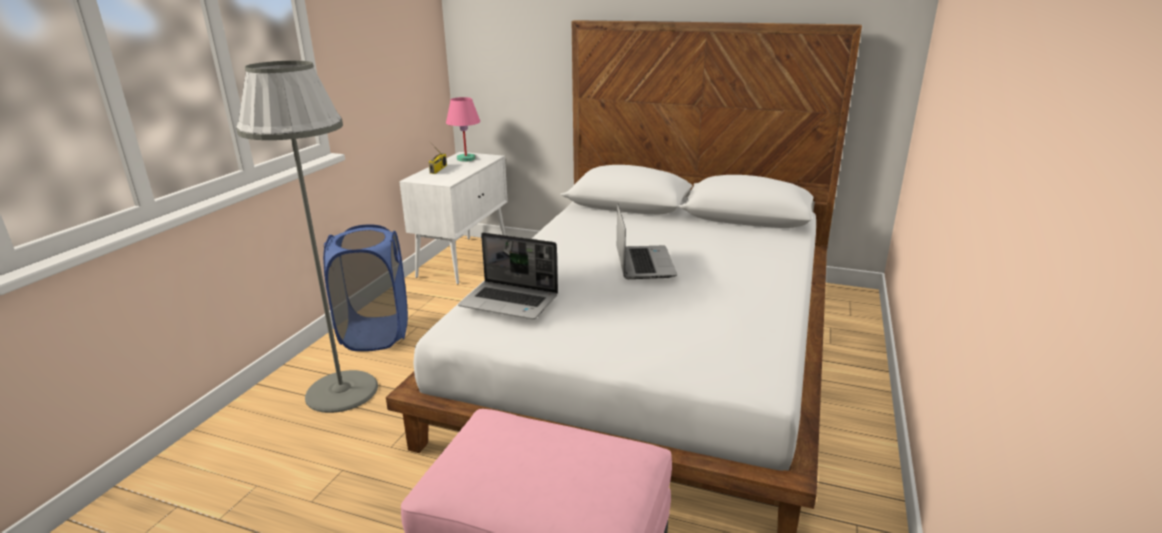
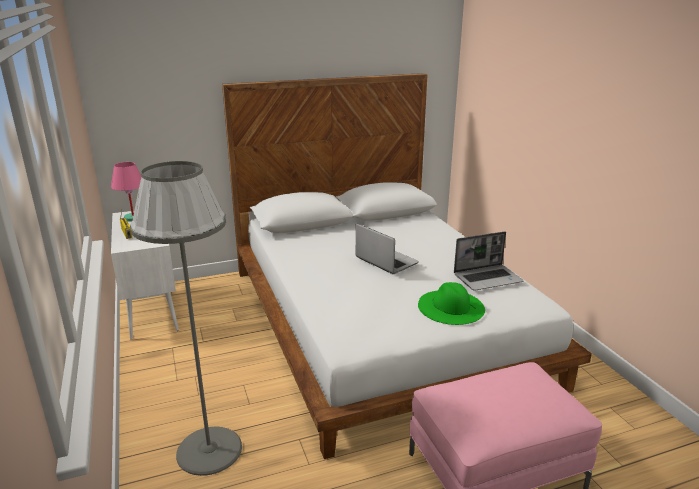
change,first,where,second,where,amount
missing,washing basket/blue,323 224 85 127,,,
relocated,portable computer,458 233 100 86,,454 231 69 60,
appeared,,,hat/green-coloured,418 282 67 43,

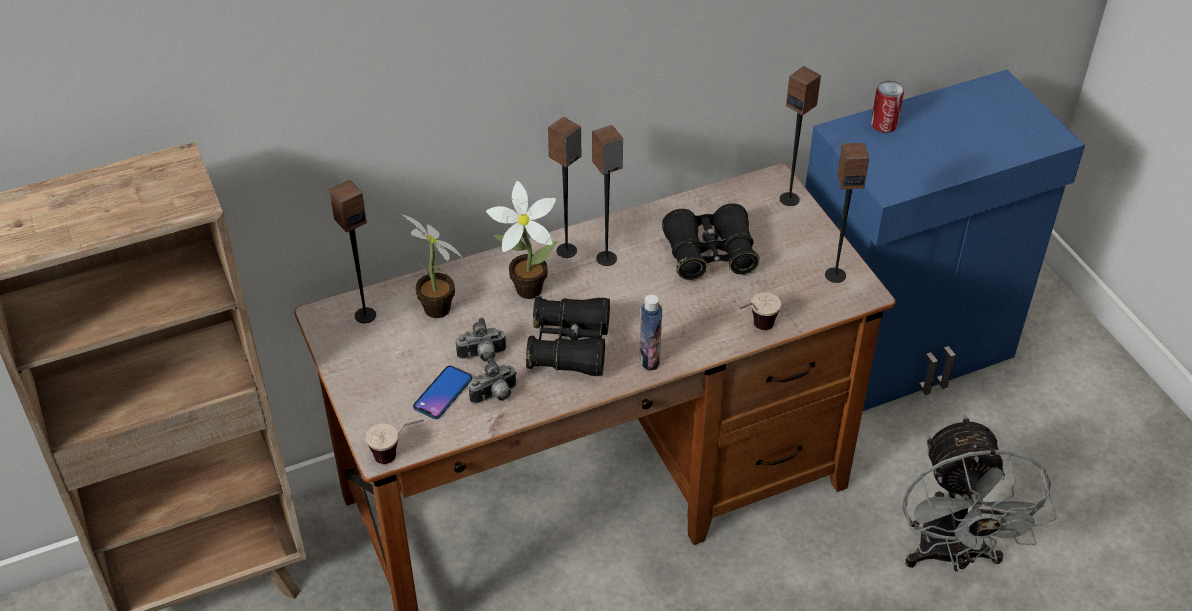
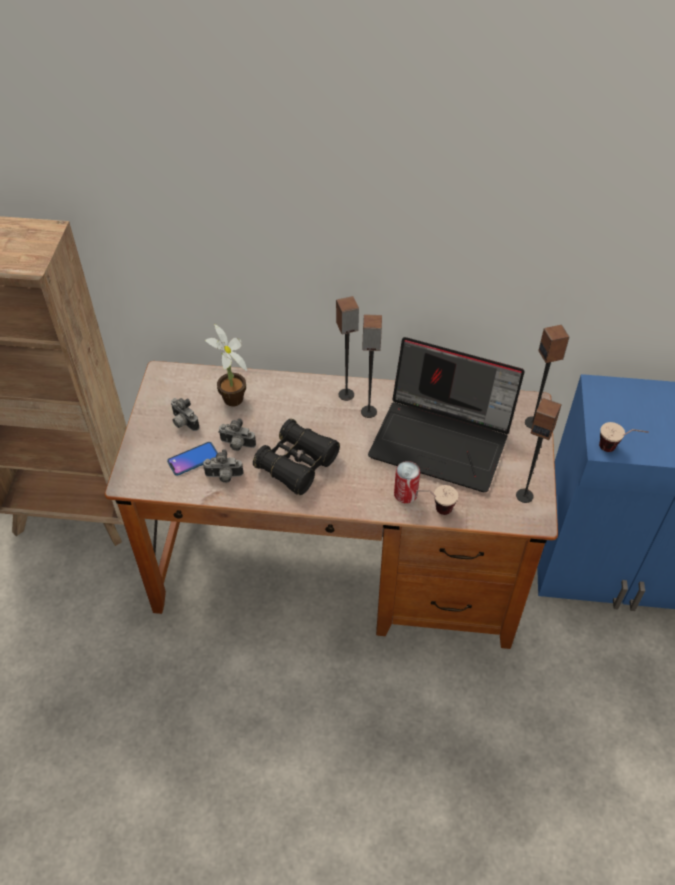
change,first,where,second,where,amount
relocated,metal can,871 81 33 52,,394 461 26 42,
missing,speaker,329 180 47 143,,,
missing,houseplant,486 181 71 118,,,
exchanged,field glasses/black,662 203 98 77,portable computer,368 337 157 155,
missing,drink bottle,639 294 23 76,,,
missing,electric fan/grey,903 415 154 156,,,
relocated,cup,366 420 58 44,,599 422 50 30,
appeared,,,photo camera,171 398 28 33,

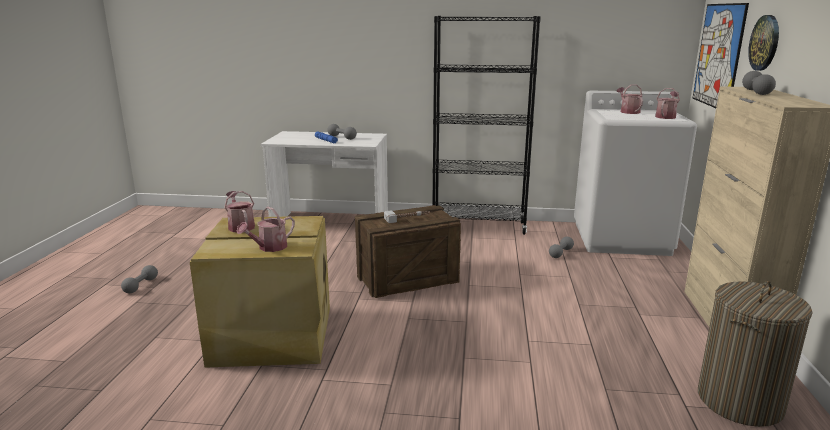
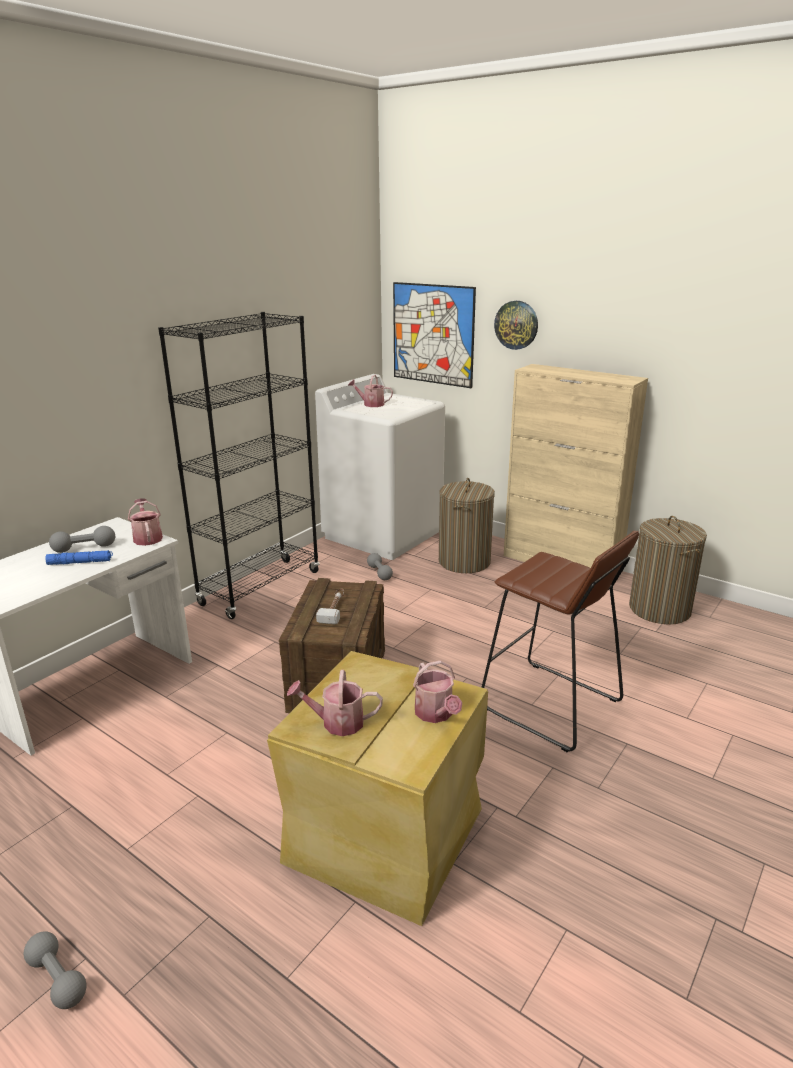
change,first,where,second,where,amount
missing,hand weight/grey,742 71 34 24,,,
relocated,watering can,655 88 25 31,,128 498 35 48,
appeared,,,washing basket,439 478 56 95,
appeared,,,sitting stool/brown,482 531 157 221,

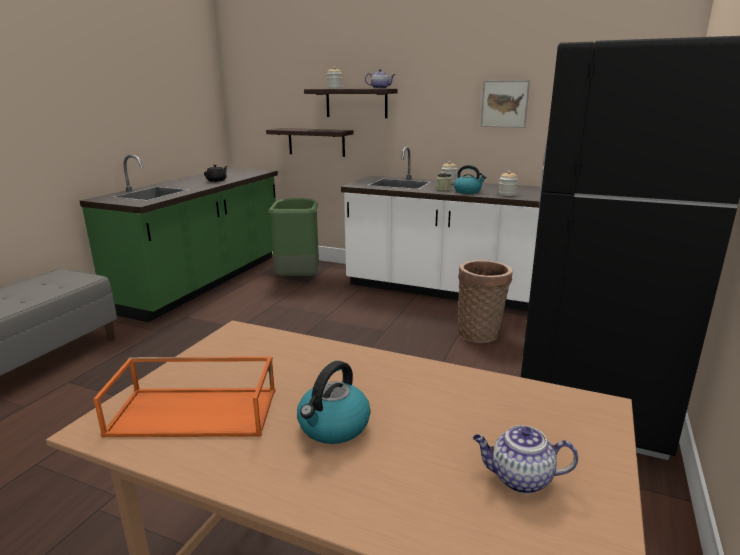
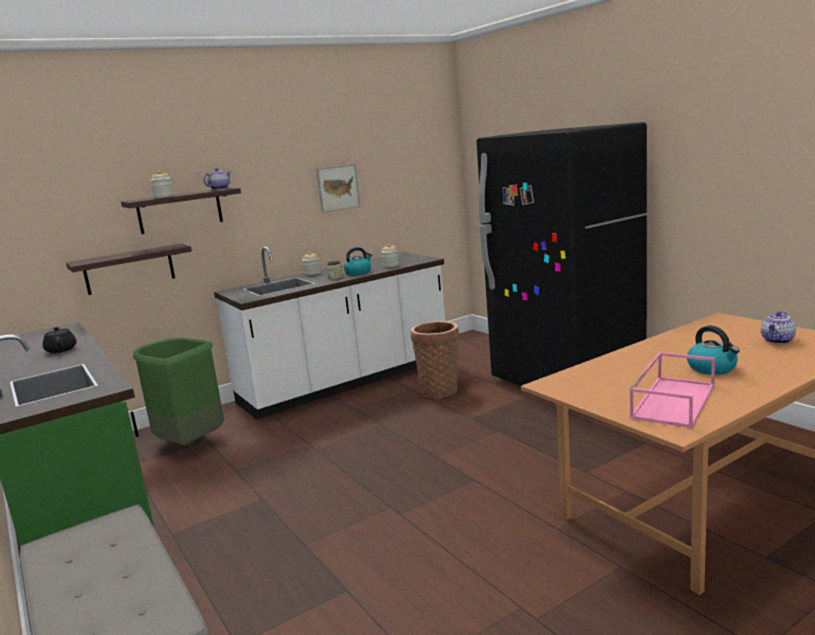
change,first,where,second,where,amount
colour,carrying tray/orange,93 356 182 81,carrying tray/pink-coloured,630 352 85 76,

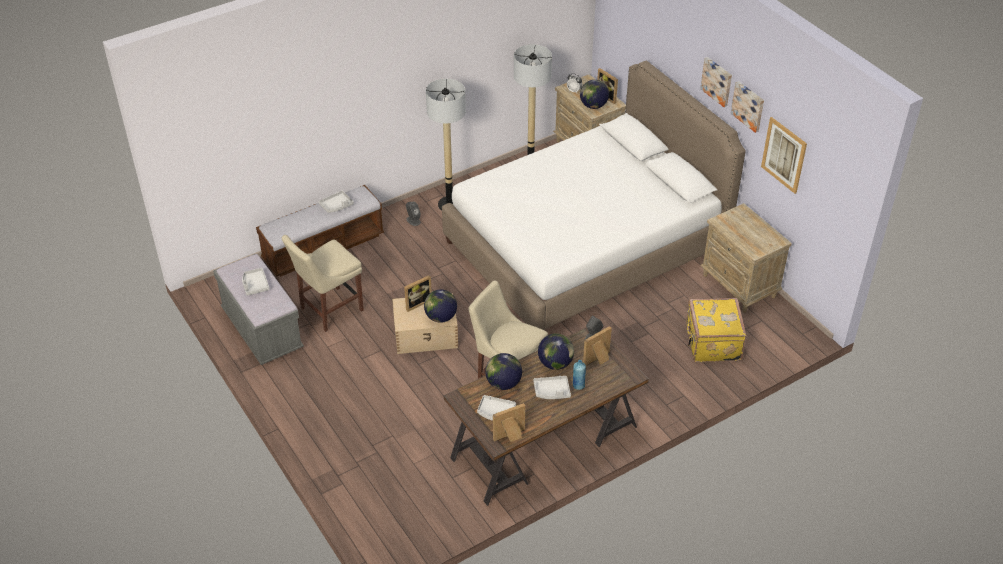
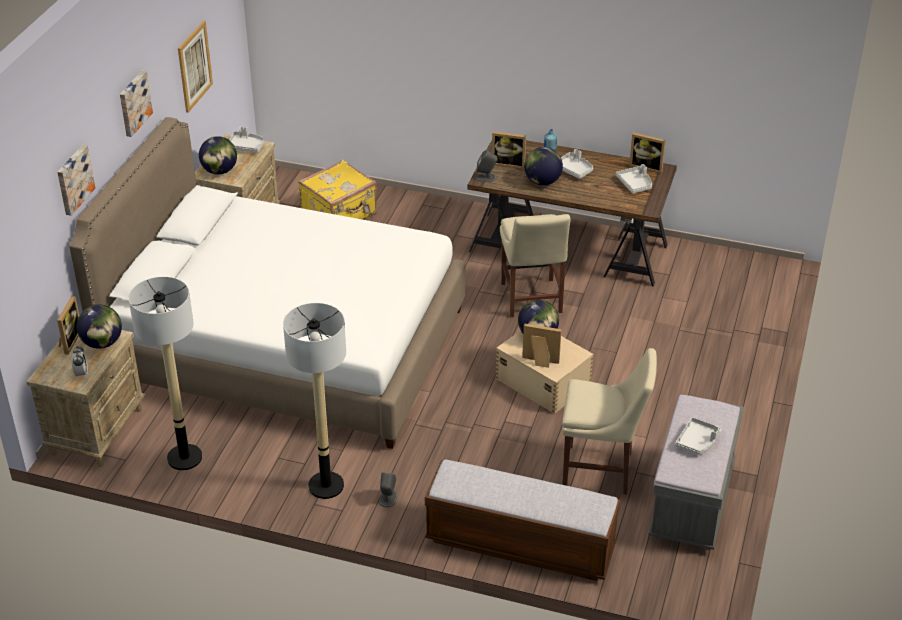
change,first,where,second,where,amount
relocated,picture,731 81 33 52,,57 145 38 71,
relocated,carrying tray/grey,319 190 35 23,,229 127 36 26,
relocated,globe,485 353 37 37,,199 136 38 39,

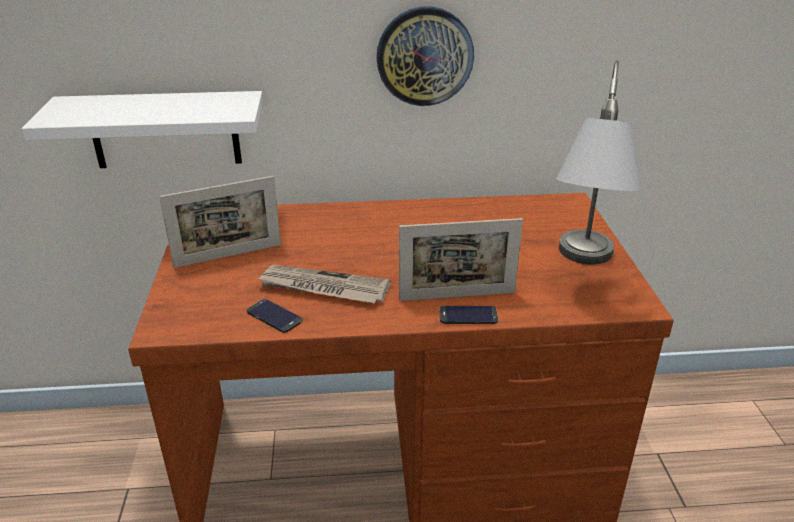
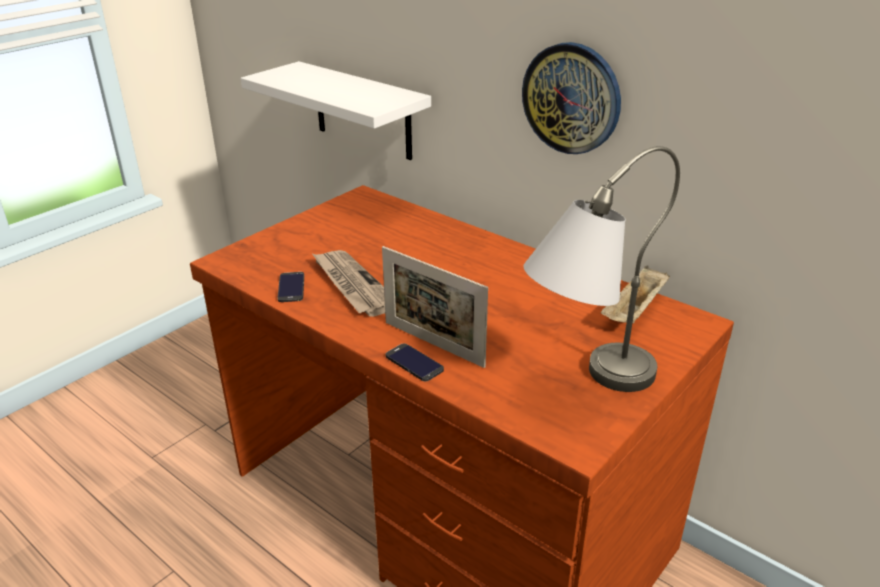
change,first,where,second,where,amount
missing,picture frame,159 176 122 92,,,
appeared,,,carrying tray/sand-coloured,601 266 69 57,

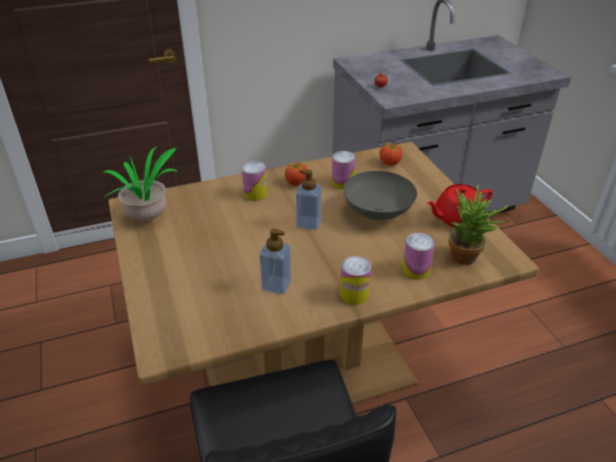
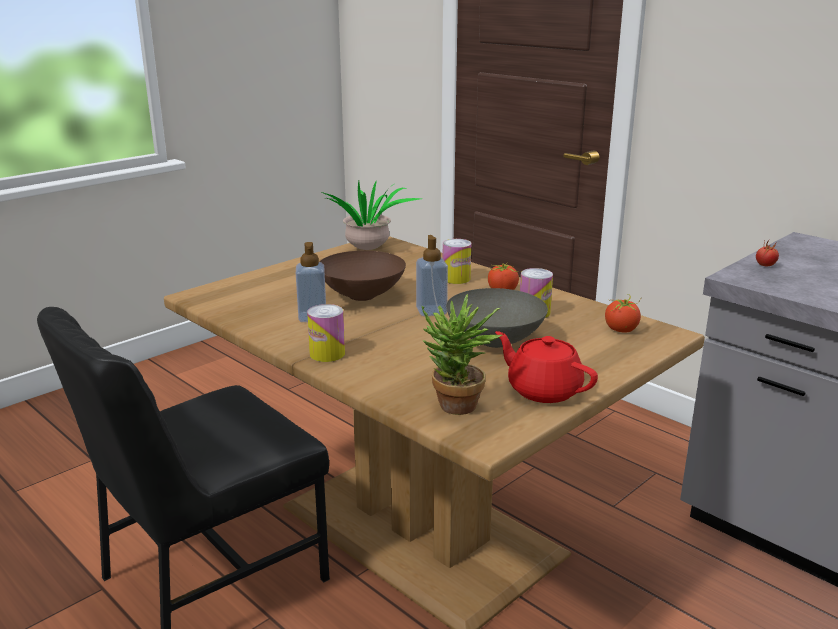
change,first,where,second,where,amount
missing,metal can,402 233 33 47,,,
appeared,,,deep dish/brown,319 251 87 50,

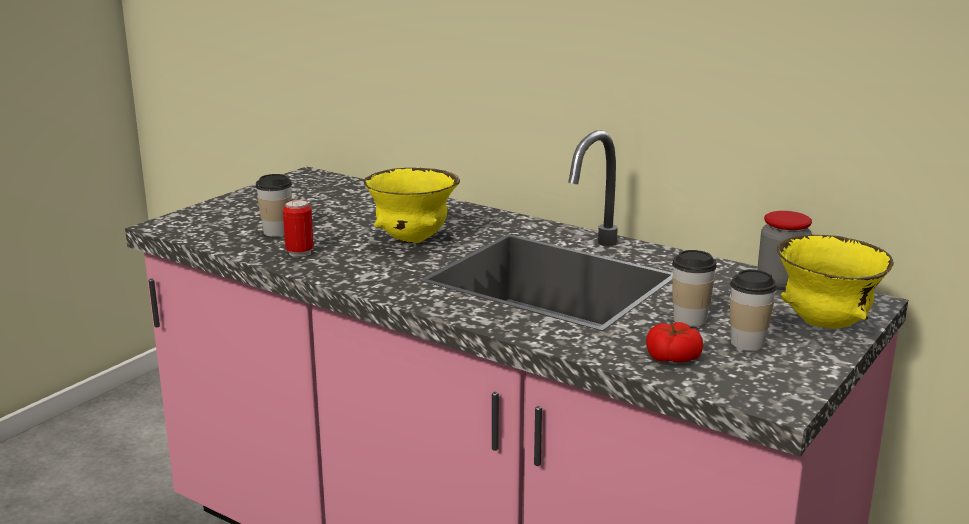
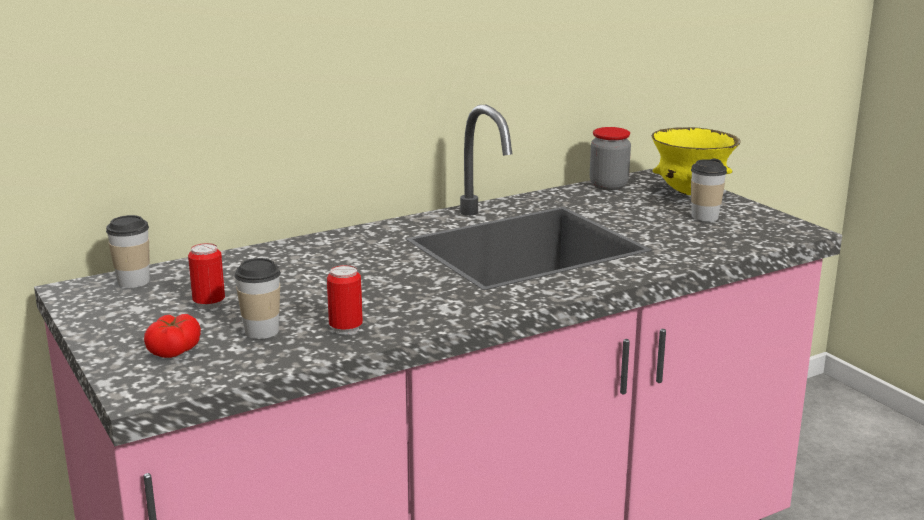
change,first,where,second,where,amount
missing,deep dish/yellow,364 168 96 75,,,
relocated,cup,672 250 45 77,,106 215 44 73,
relocated,whole tomato,646 322 57 41,,144 314 57 44,
appeared,,,metal can,188 243 37 66,

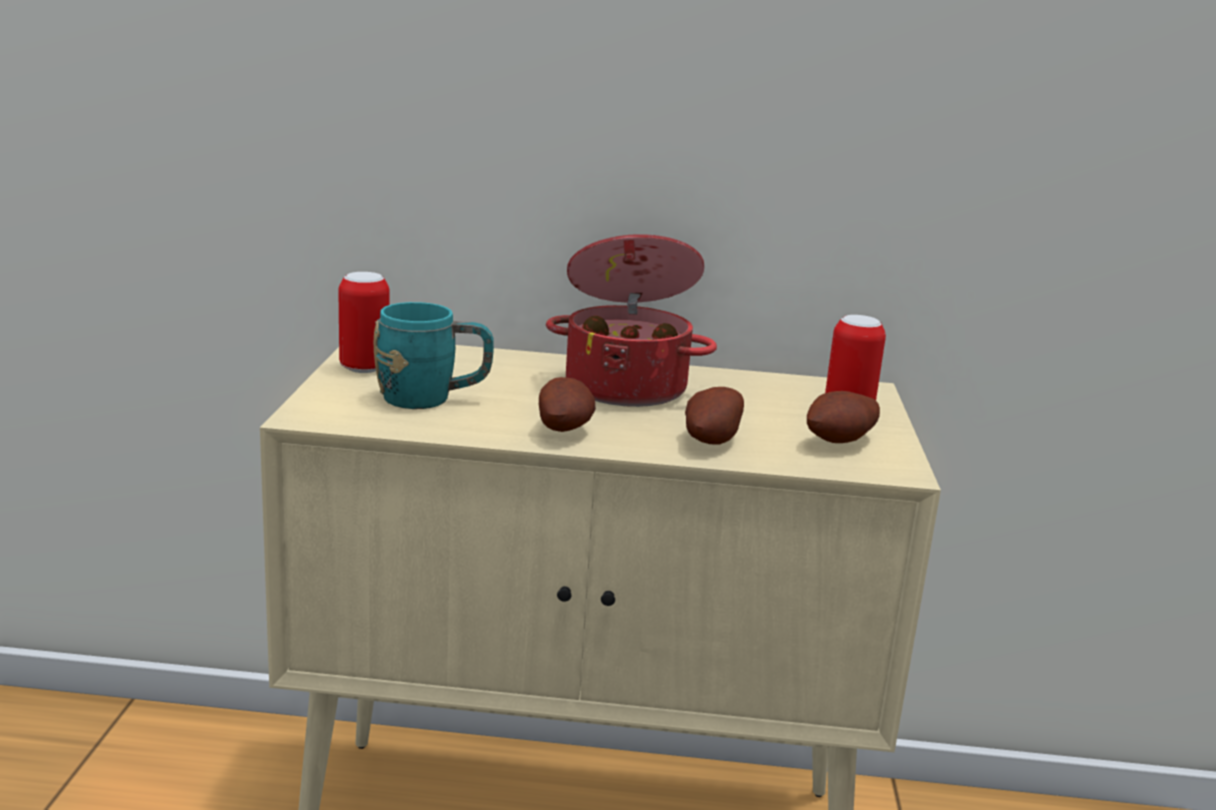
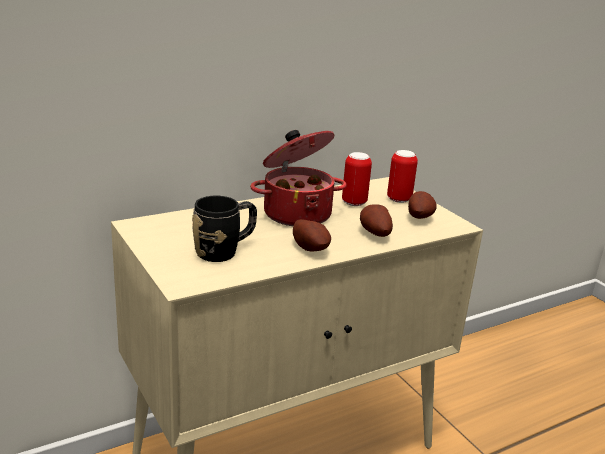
change,first,where,second,where,amount
relocated,metal can,338 272 52 101,,342 152 30 54,
colour,coffee mug/turquoise,374 302 120 107,coffee mug/black,192 196 65 66,

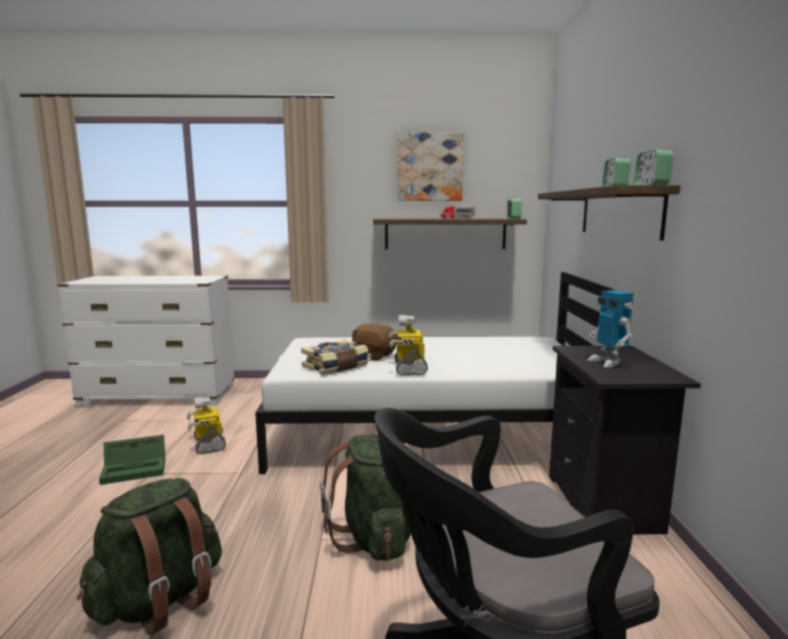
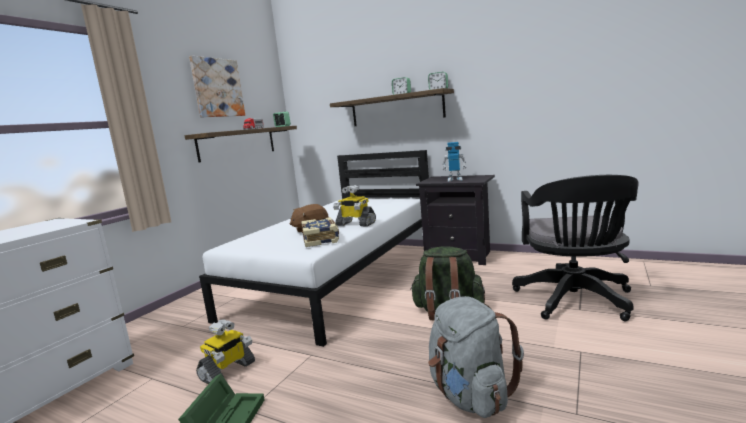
change,first,where,second,where,amount
spun,toy robot,187 396 39 58,,196 319 59 65,60 degrees counterclockwise
colour,knapsack/green-coloured,77 478 145 157,knapsack/grey,428 296 96 122,

